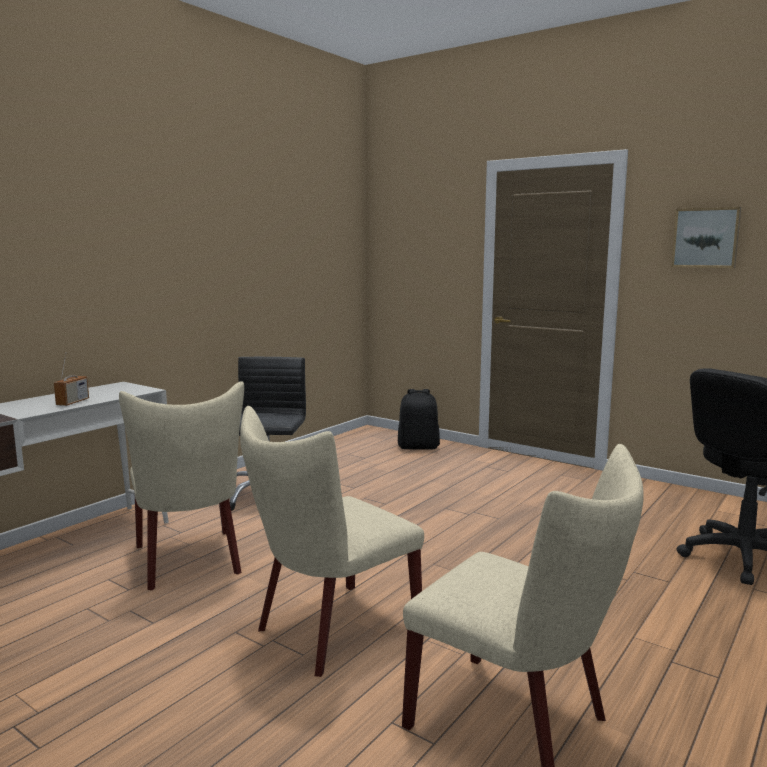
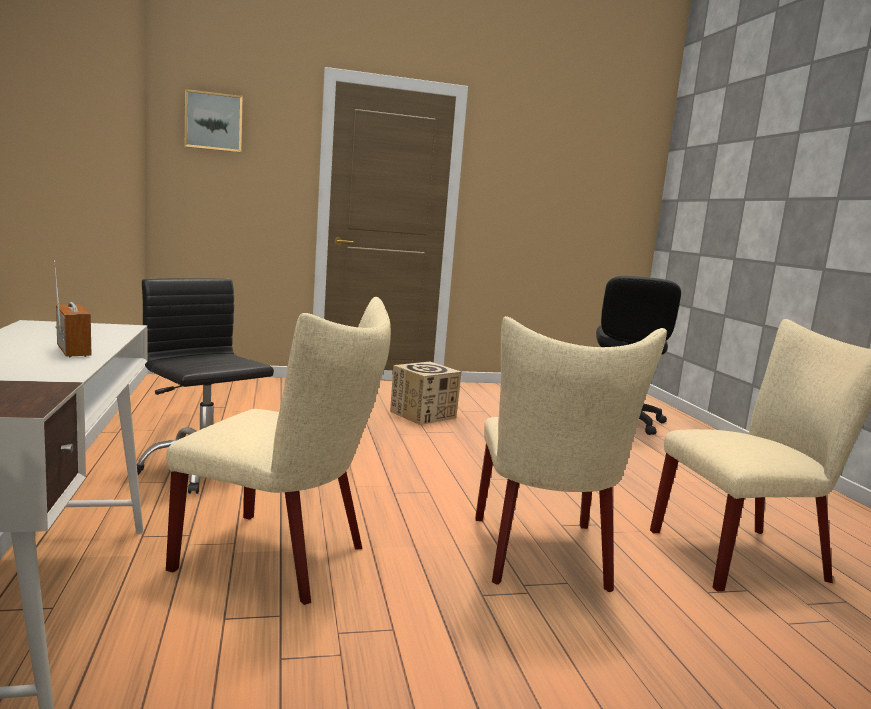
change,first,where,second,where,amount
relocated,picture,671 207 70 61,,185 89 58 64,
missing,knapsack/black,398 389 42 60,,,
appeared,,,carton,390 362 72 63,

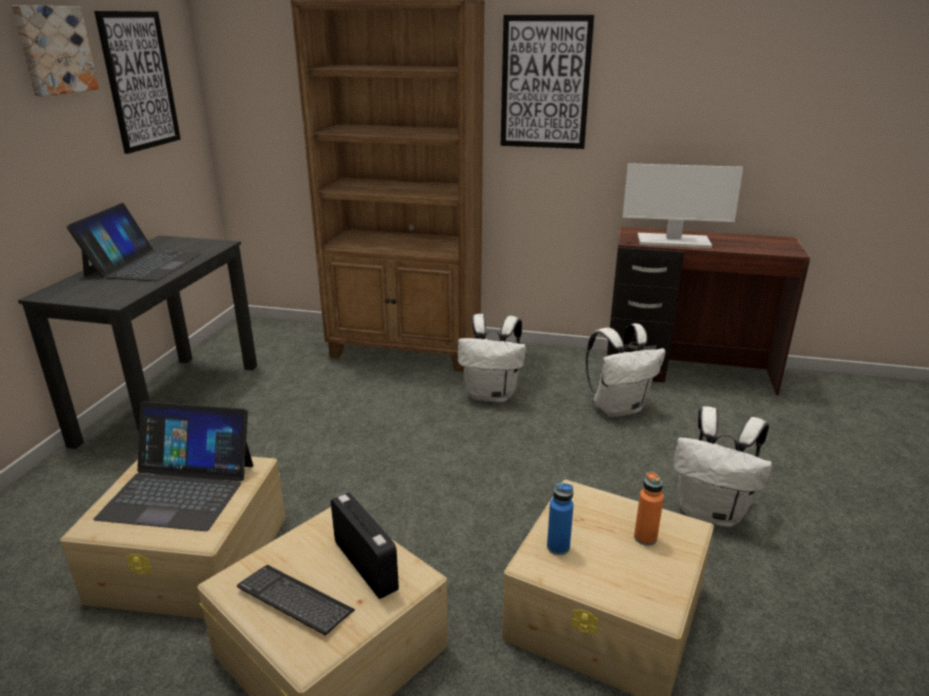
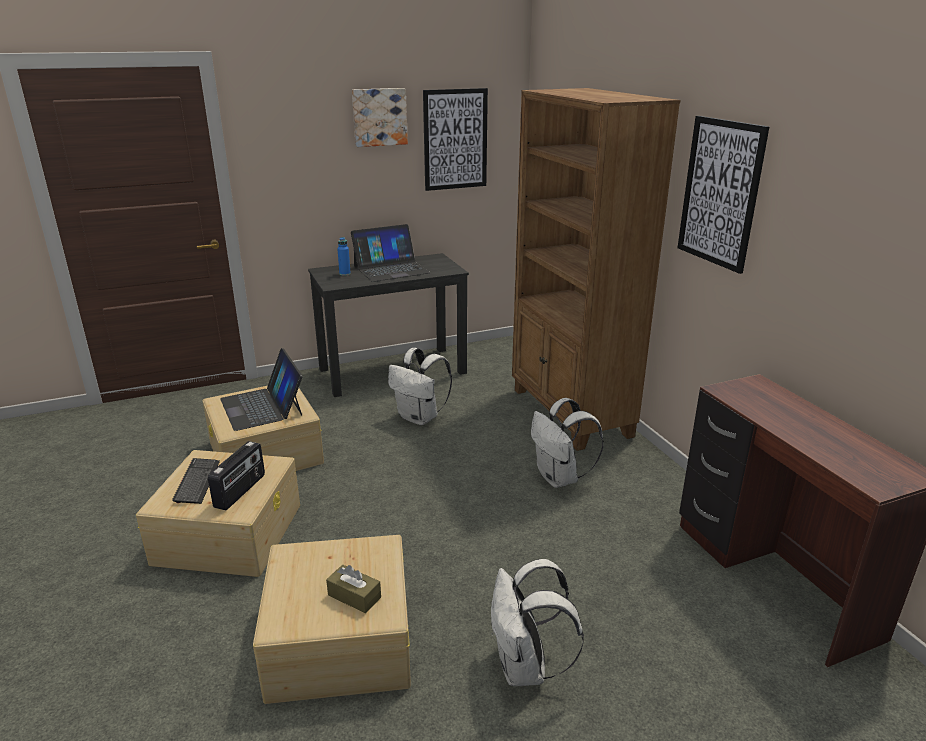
change,first,where,second,where,amount
missing,computer display,623 163 120 85,,,
relocated,knapsack/whitish,586 323 80 94,,388 348 64 77,
exchanged,drink bottle/orange,634 471 30 75,box of tissues/brown,326 565 55 48,
relocated,drink bottle/blue,547 483 27 72,,337 237 14 39,

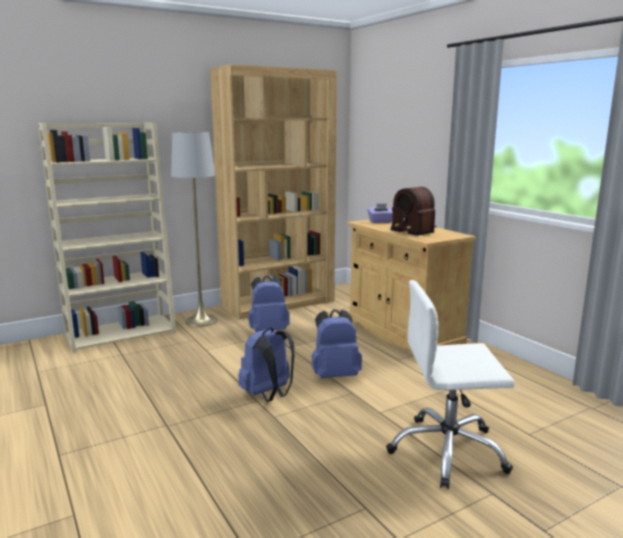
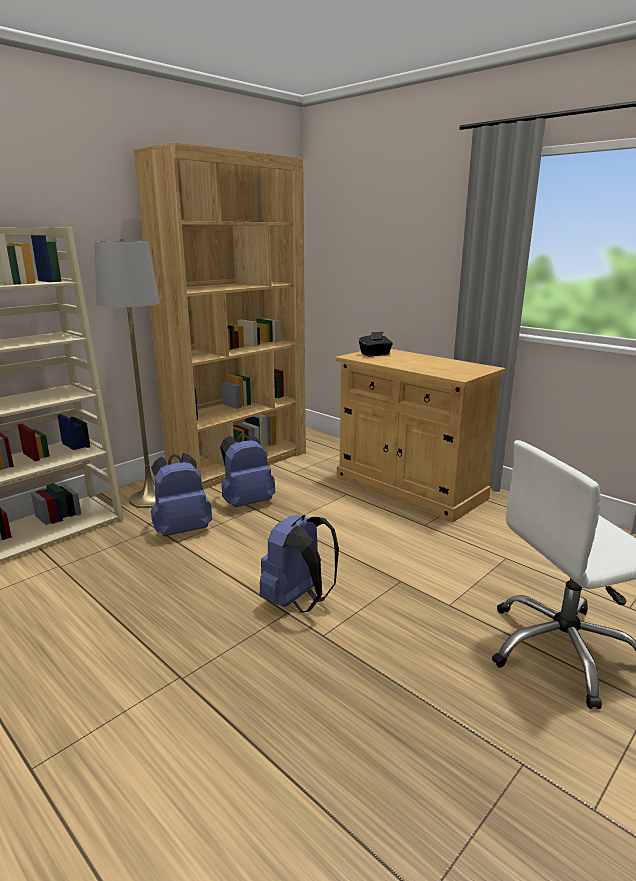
change,first,where,second,where,amount
missing,radio receiver,390 187 47 49,,,
colour,box of tissues/purple,368 204 25 19,box of tissues/black,359 331 34 25,
relocated,knapsack/blue,312 309 50 69,,151 453 61 83,

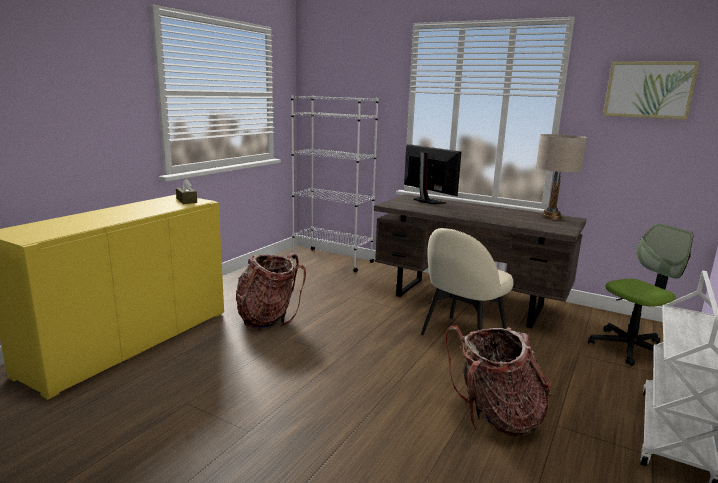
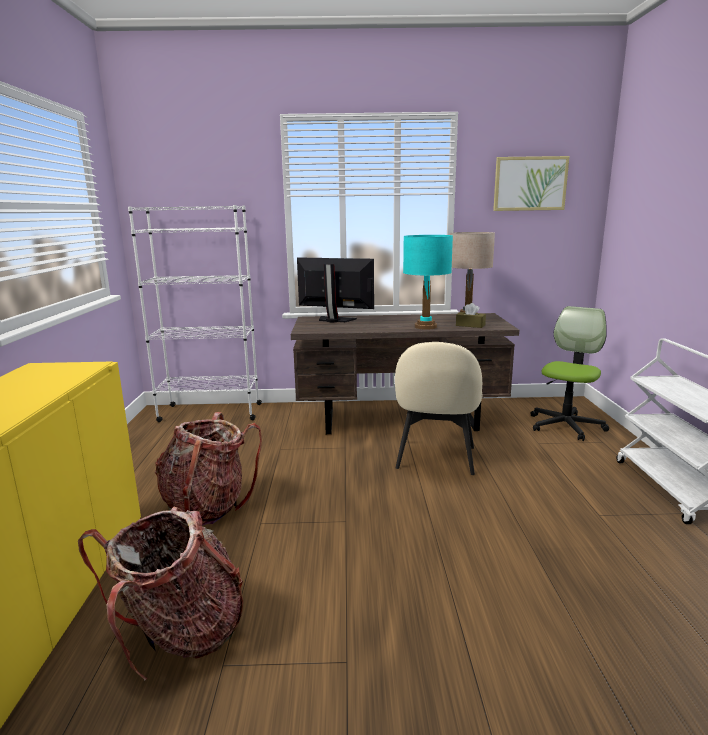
change,first,where,second,where,amount
relocated,box of tissues/brown,176 179 21 25,,456 303 30 25,
relocated,knapsack,445 325 106 111,,78 507 165 173,
appeared,,,tabletop lamp/turquoise,403 235 50 95,

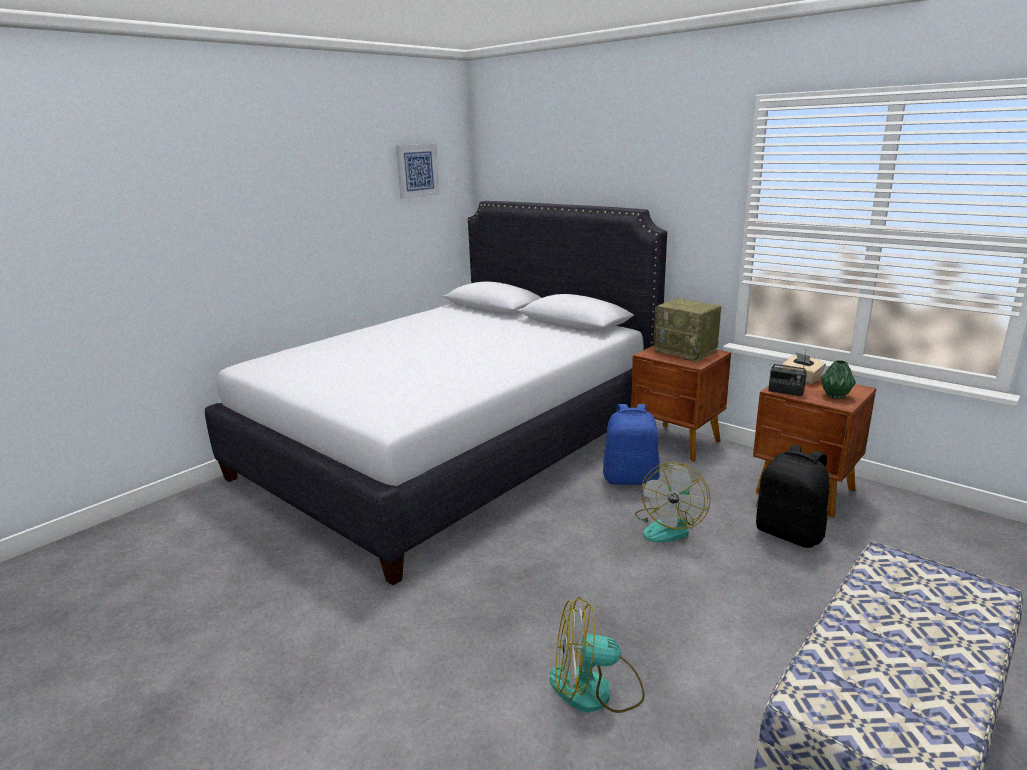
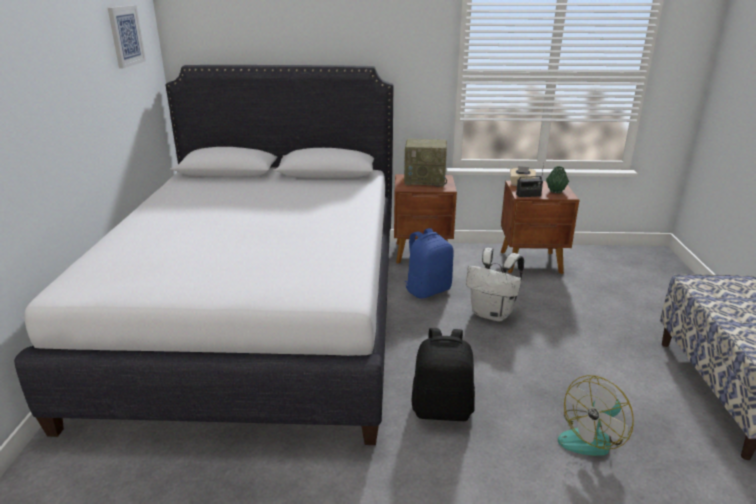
change,first,where,second,where,amount
relocated,knapsack/black,756 444 74 104,,411 328 64 93,
exchanged,electric fan,635 463 76 79,knapsack/whitish,466 248 58 74,

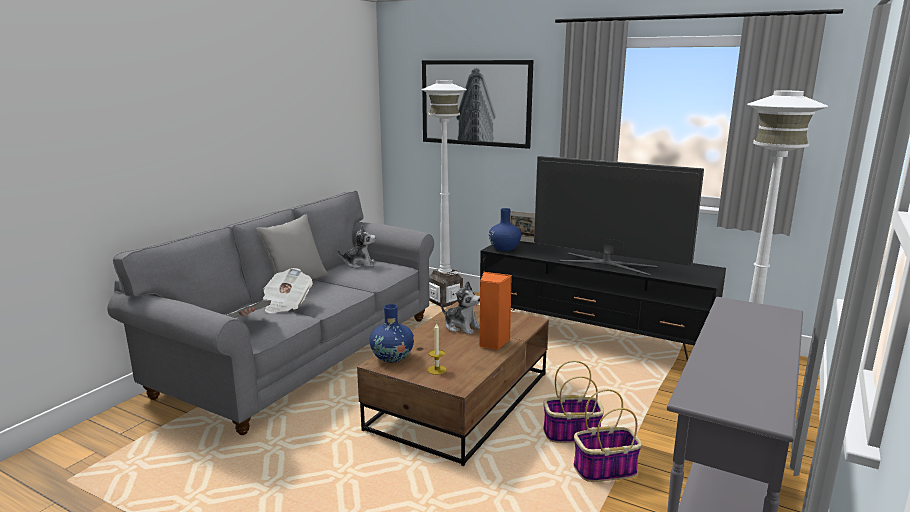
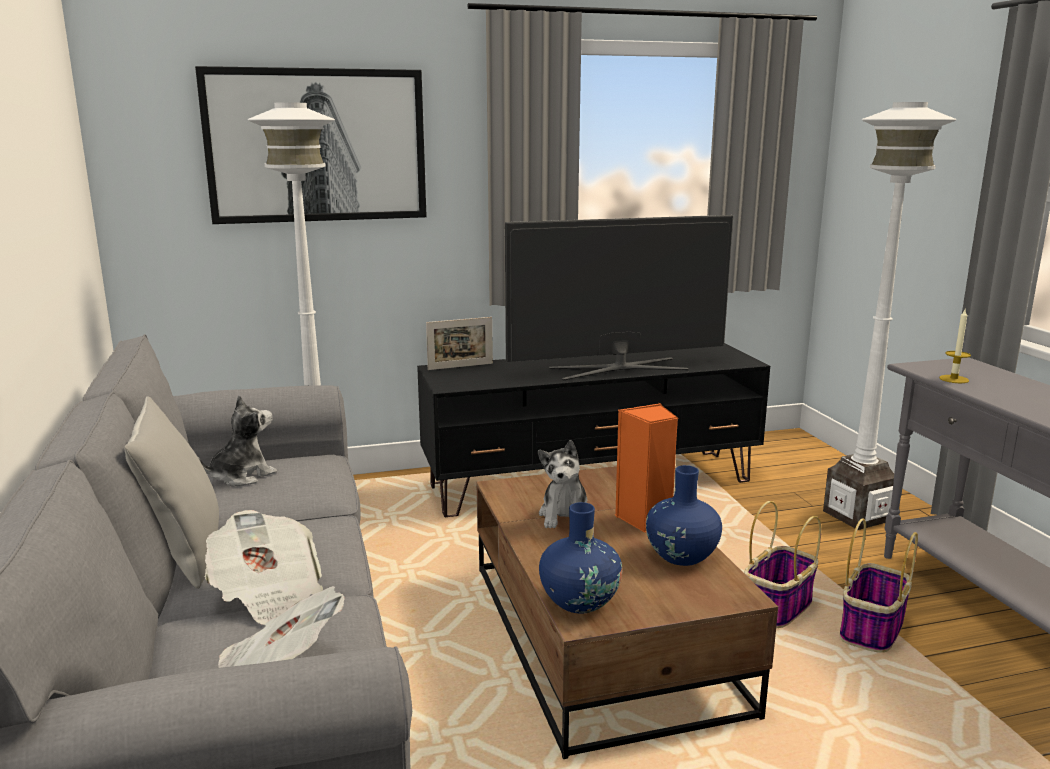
change,first,where,second,where,amount
relocated,decorative vase/blue,489 208 32 43,,646 465 76 101,
spun,plush toy,441 281 39 54,,538 440 49 88,105 degrees clockwise
relocated,wax light,428 323 18 52,,939 310 32 73,

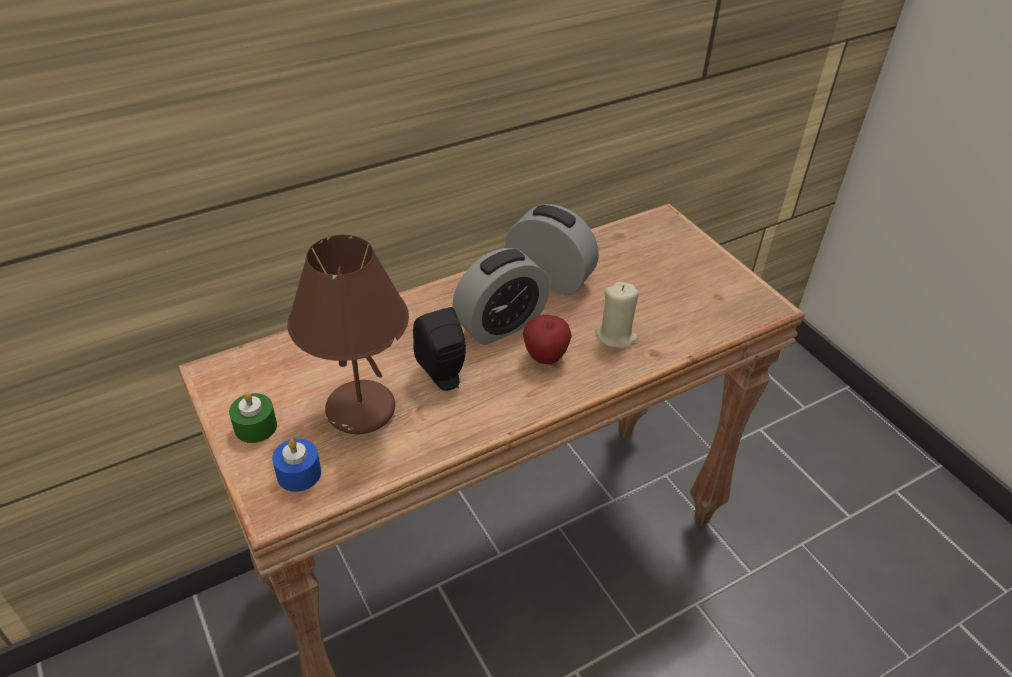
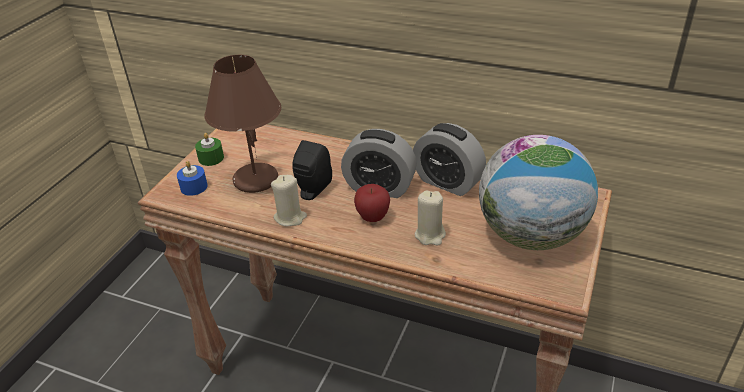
change,first,where,second,where,amount
spun,table clock,505 204 94 92,,413 123 73 73,135 degrees clockwise
appeared,,,globe,479 135 119 115,
appeared,,,wax light/sand-coloured,271 175 36 52,

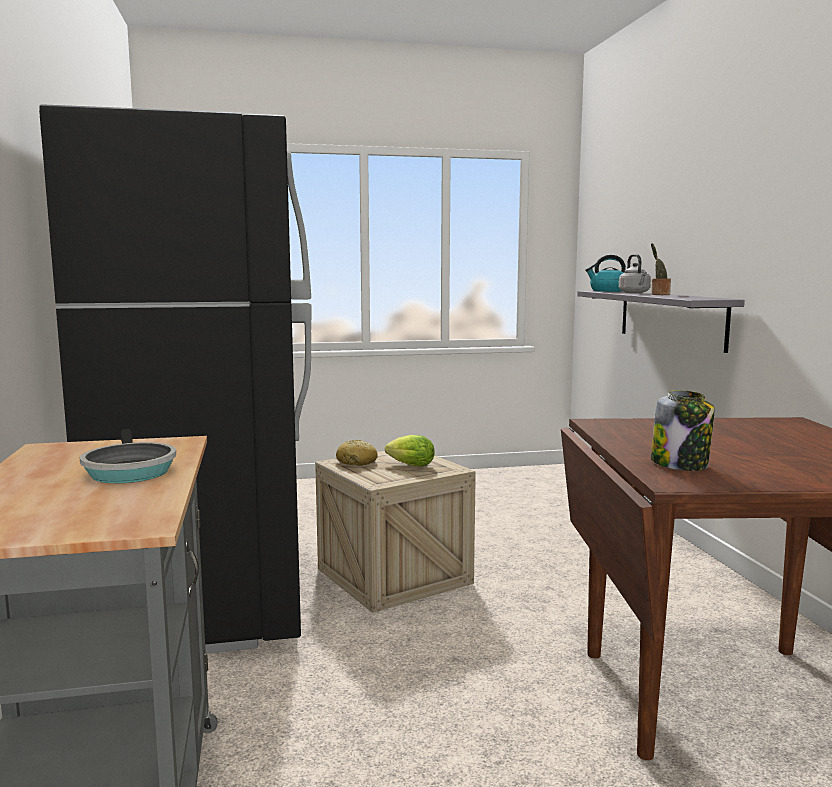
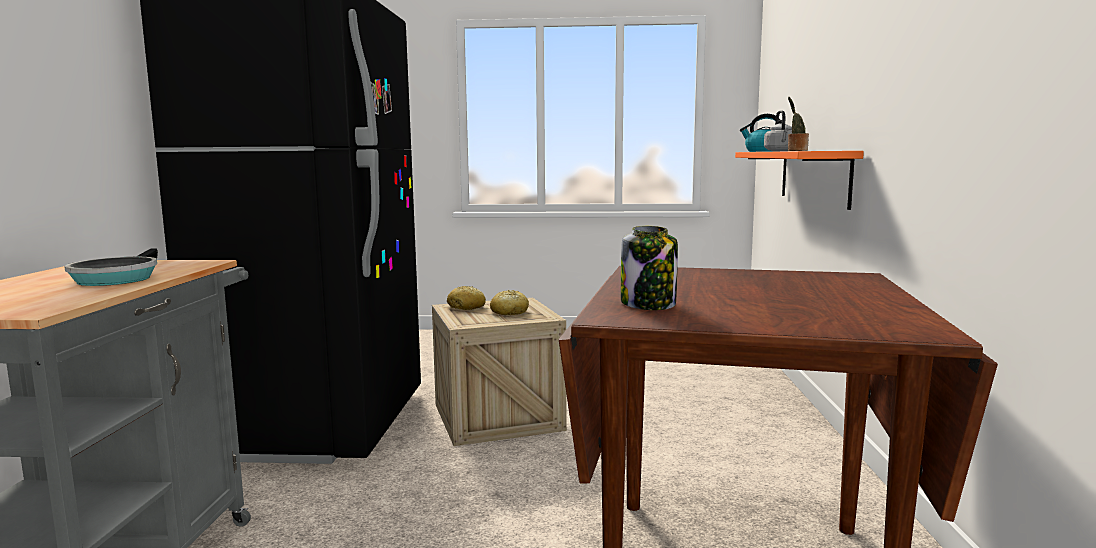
change,first,where,second,where,amount
colour,wall shelf/grey,577 291 168 62,wall shelf/orange,735 151 129 59,
exchanged,lettuce head,385 435 50 32,baked bread,490 290 39 25,

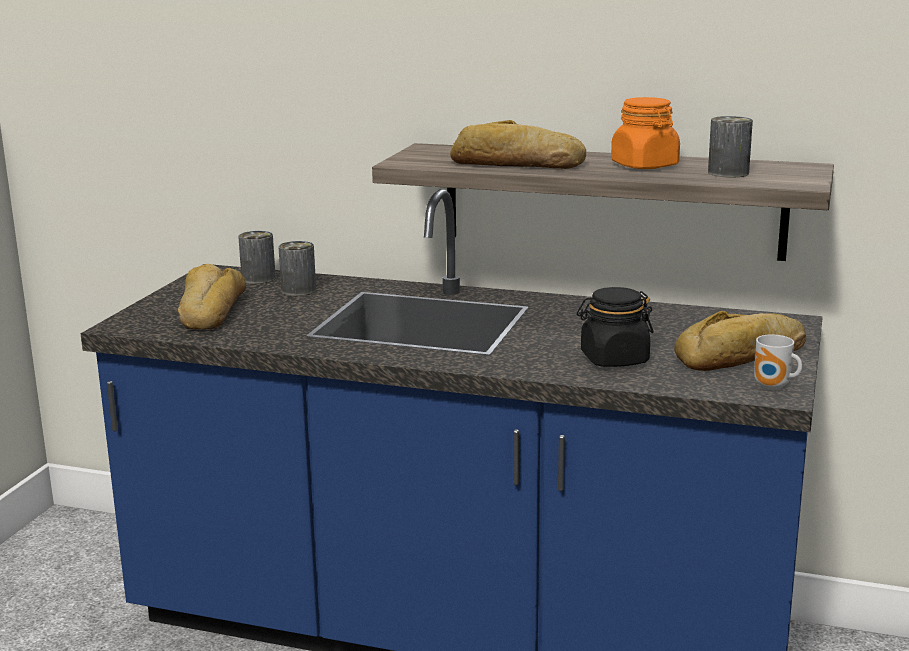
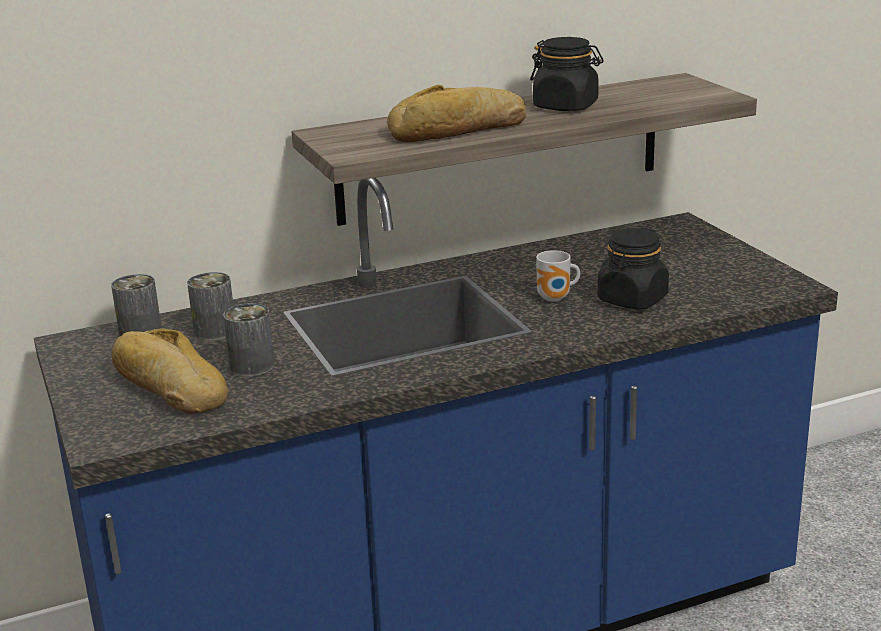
change,first,where,second,where,amount
colour,preserve jar/orange,611 97 69 72,preserve jar/black,530 37 74 74,
relocated,metal can,708 116 45 62,,223 303 51 74,
missing,baked bread,674 311 132 60,,,
relocated,coffee mug,754 335 48 55,,536 250 44 52,

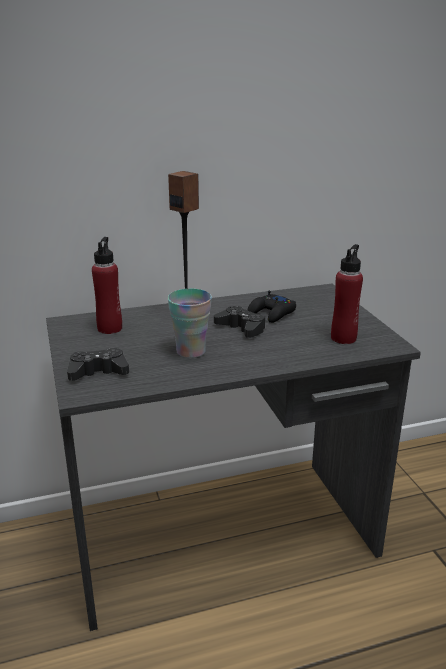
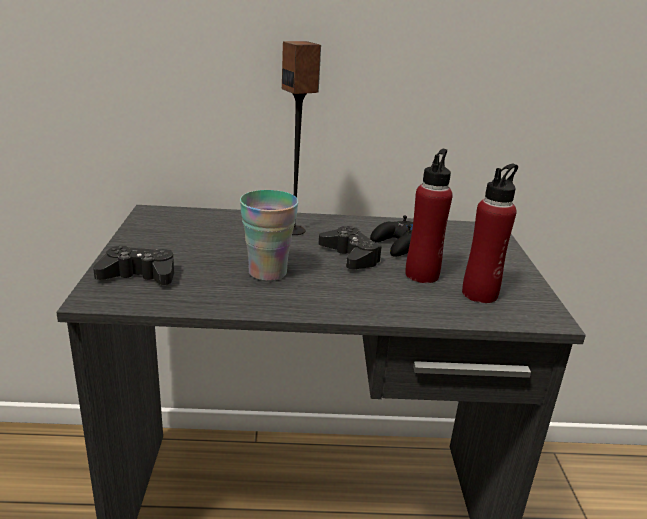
change,first,where,second,where,amount
relocated,drink bottle/reddish,92 237 30 97,,405 149 48 134,

